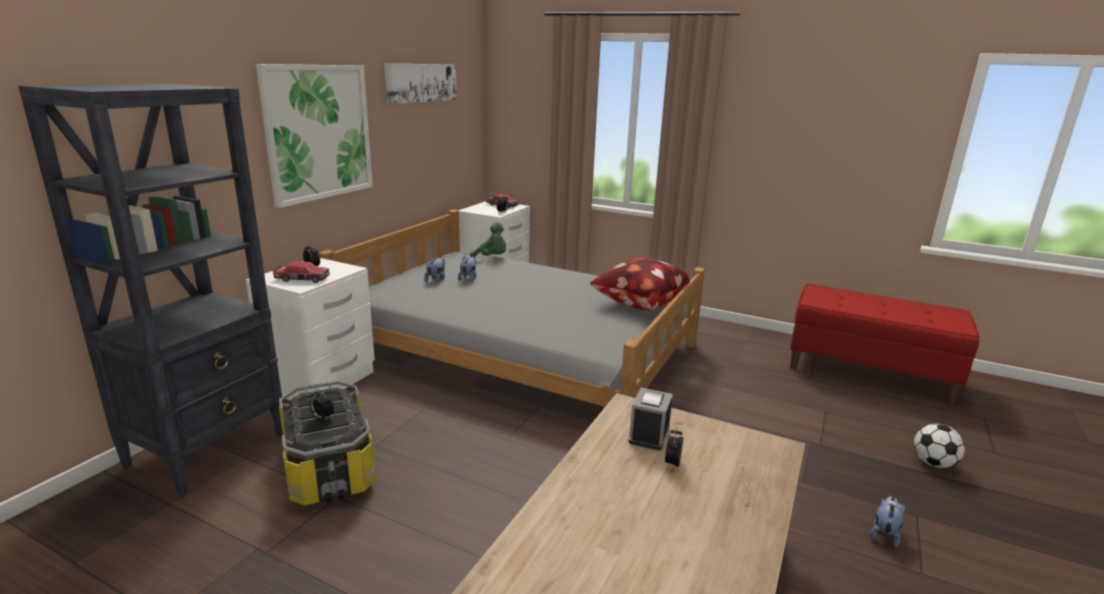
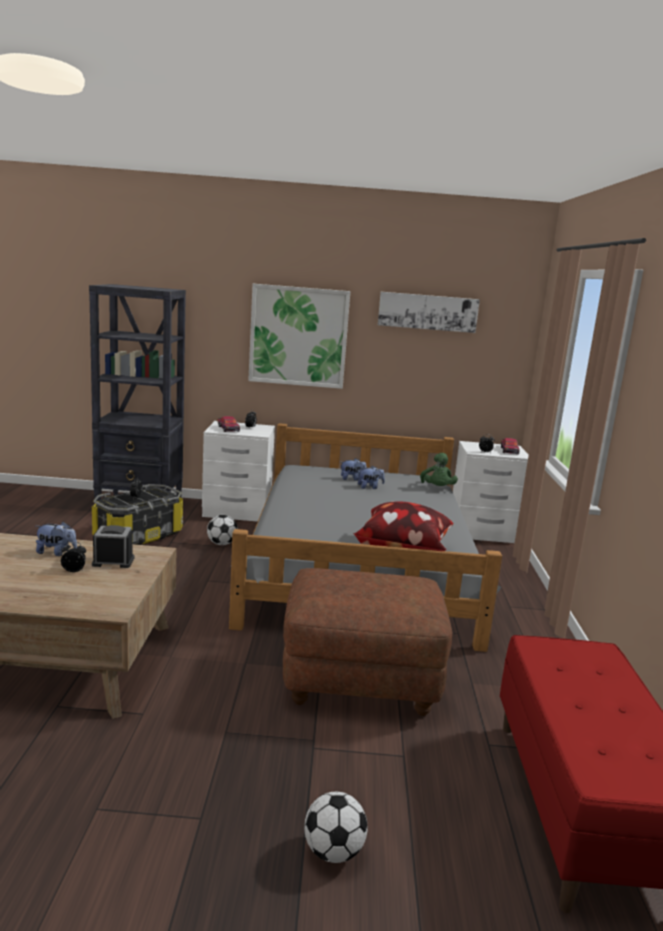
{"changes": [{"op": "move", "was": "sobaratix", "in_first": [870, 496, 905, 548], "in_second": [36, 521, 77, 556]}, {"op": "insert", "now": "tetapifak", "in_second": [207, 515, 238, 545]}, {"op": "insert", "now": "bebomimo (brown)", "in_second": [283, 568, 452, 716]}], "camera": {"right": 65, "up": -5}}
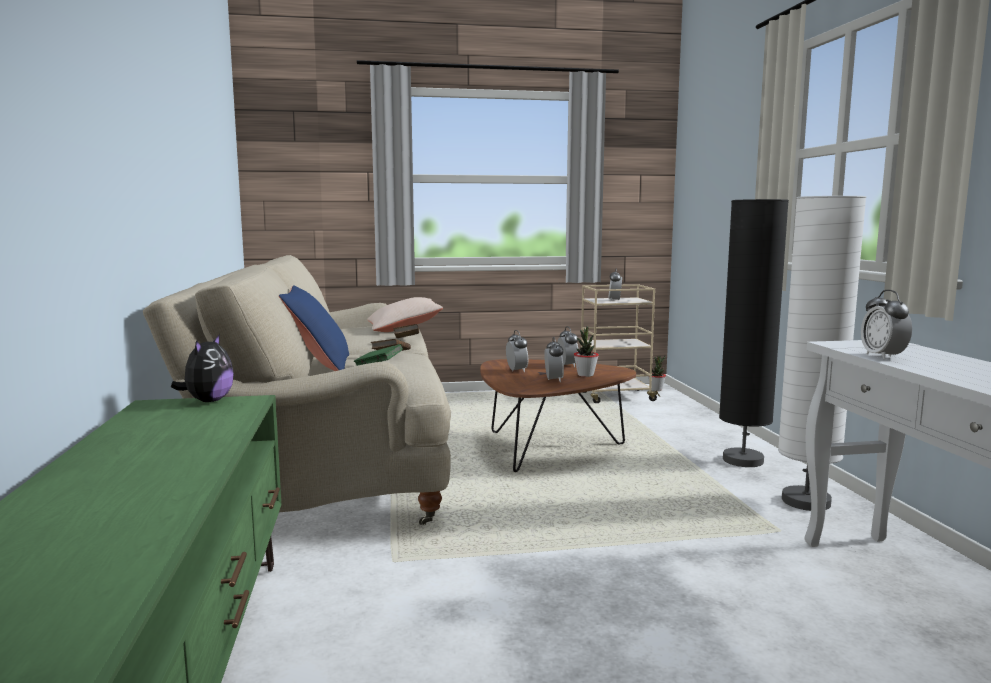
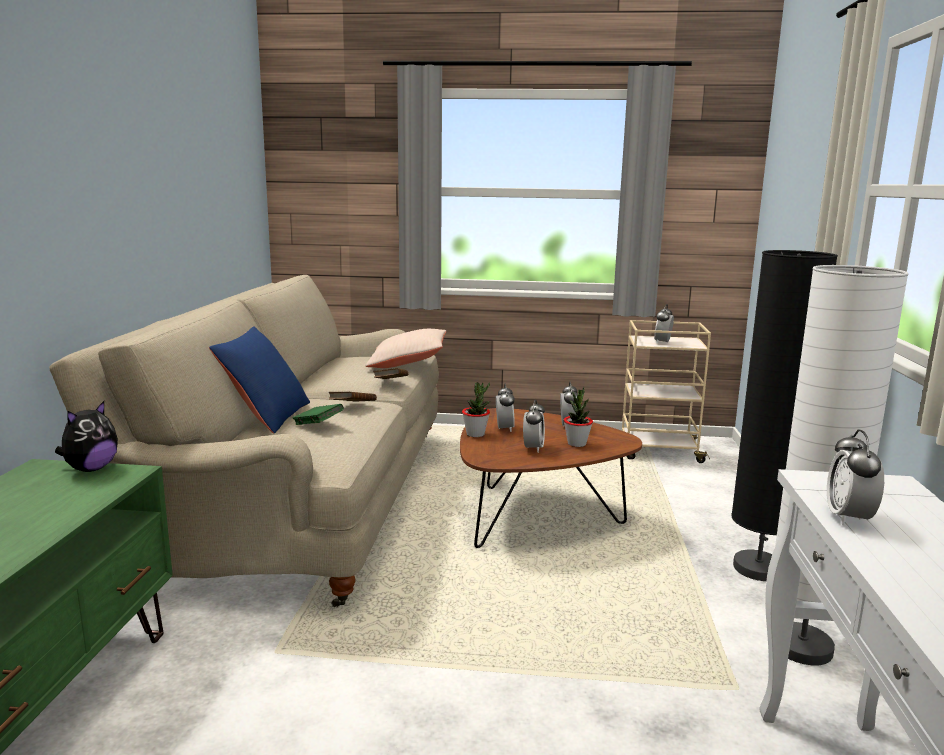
{"changes": [{"op": "move", "was": "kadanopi", "in_first": [648, 356, 666, 391], "in_second": [462, 382, 490, 437]}], "camera": {"right": 15, "up": 5}}
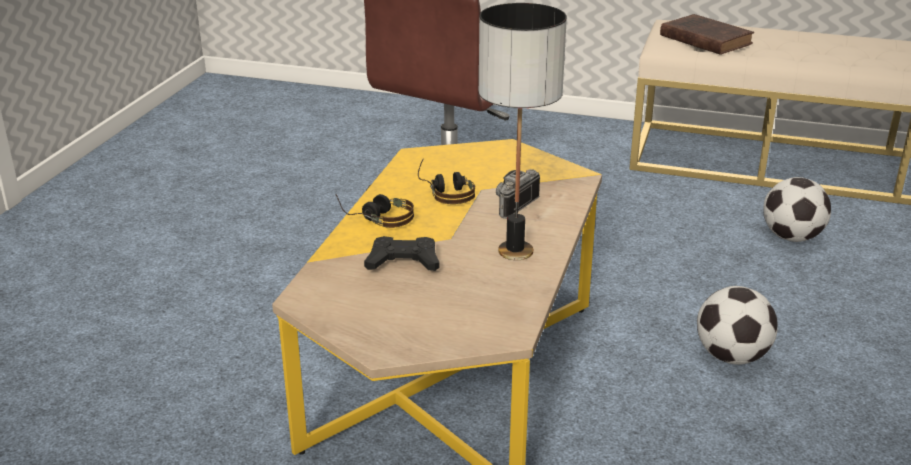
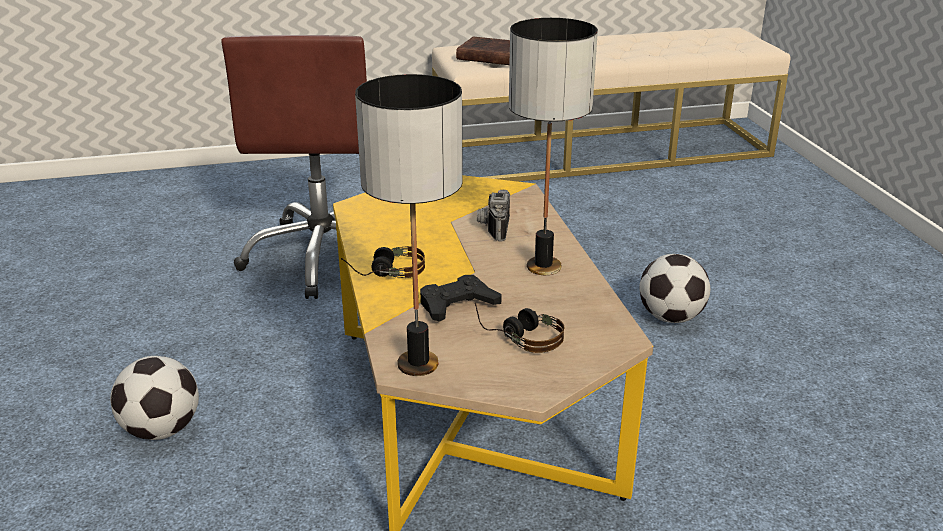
{"changes": [{"op": "move", "was": "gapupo", "in_first": [418, 158, 475, 204], "in_second": [475, 303, 564, 353]}, {"op": "move", "was": "tetapifak", "in_first": [763, 177, 831, 242], "in_second": [110, 356, 199, 440]}, {"op": "insert", "now": "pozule", "in_second": [355, 74, 463, 376]}], "camera": {"right": -30, "up": 0}}
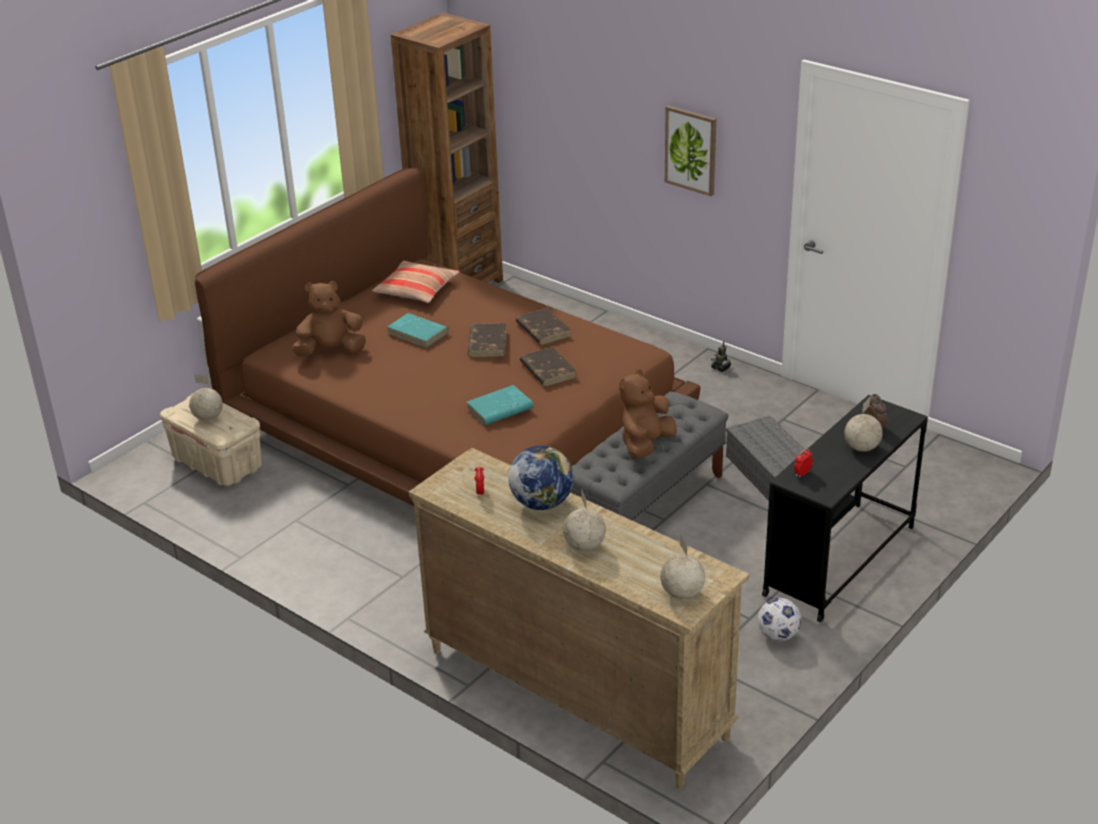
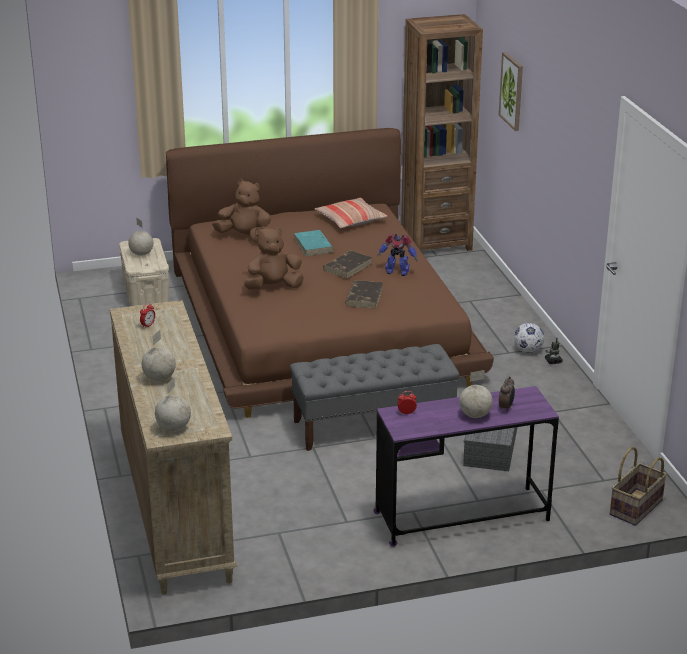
{"changes": [{"op": "delete", "was": "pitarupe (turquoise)", "in_first": [467, 385, 533, 425]}, {"op": "delete", "was": "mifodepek", "in_first": [508, 446, 574, 510]}, {"op": "replace", "was": "pitarupe (brown)", "now": "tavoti", "in_first": [516, 308, 571, 345], "in_second": [377, 234, 418, 276]}, {"op": "move", "was": "sobaratix (brown)", "in_first": [620, 369, 677, 459], "in_second": [244, 227, 304, 290]}, {"op": "move", "was": "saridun", "in_first": [665, 105, 716, 196], "in_second": [499, 52, 523, 131]}, {"op": "move", "was": "tetapifak", "in_first": [758, 598, 801, 641], "in_second": [514, 323, 544, 353]}, {"op": "recolor", "was": "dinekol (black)", "now": "dinekol (purple)", "in_first": [762, 395, 928, 622], "in_second": [373, 386, 559, 547]}, {"op": "insert", "now": "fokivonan", "in_second": [610, 447, 667, 526]}], "camera": {"right": 35, "up": -5}}
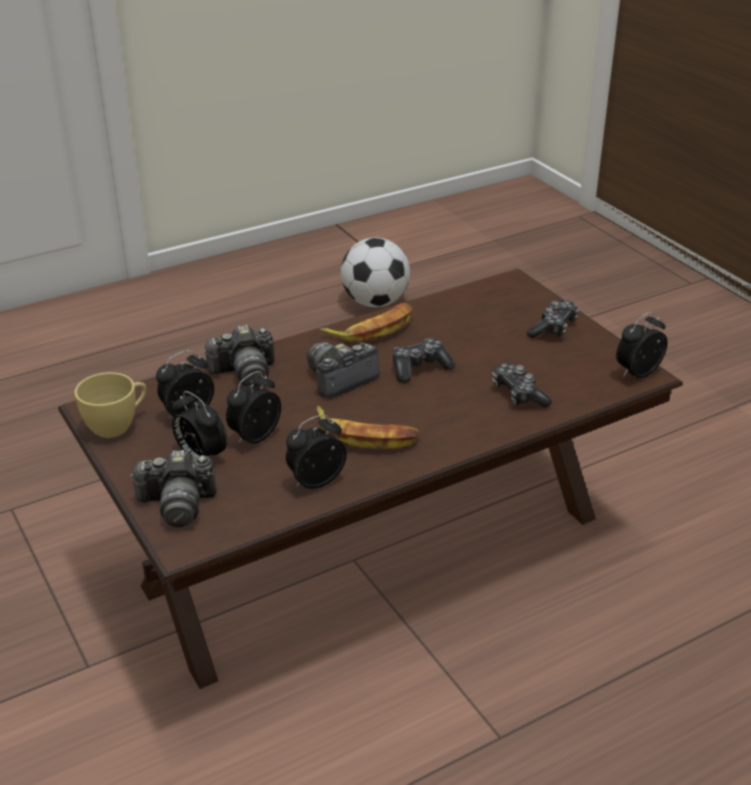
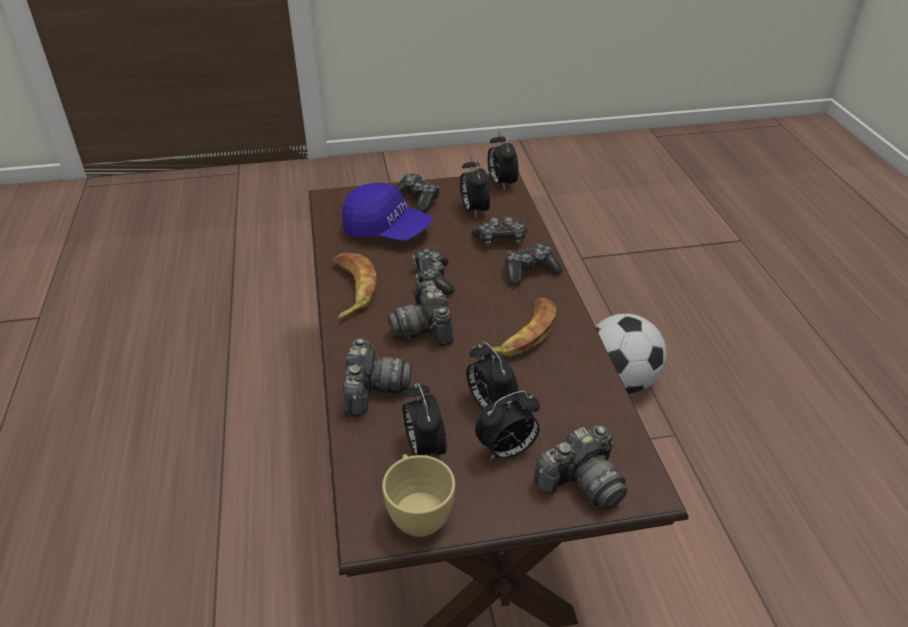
{"changes": [{"op": "rotate", "was": "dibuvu", "in_first": [130, 450, 217, 527], "in_second": [534, 425, 627, 510], "clockwise": 45}, {"op": "move", "was": "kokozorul", "in_first": [286, 415, 347, 489], "in_second": [460, 156, 490, 218]}, {"op": "move", "was": "tetapifak", "in_first": [341, 238, 410, 307], "in_second": [595, 314, 667, 394]}, {"op": "insert", "now": "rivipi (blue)", "in_second": [342, 183, 432, 241]}, {"op": "insert", "now": "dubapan", "in_second": [505, 244, 563, 286]}], "camera": {"right": -70, "up": 5}}
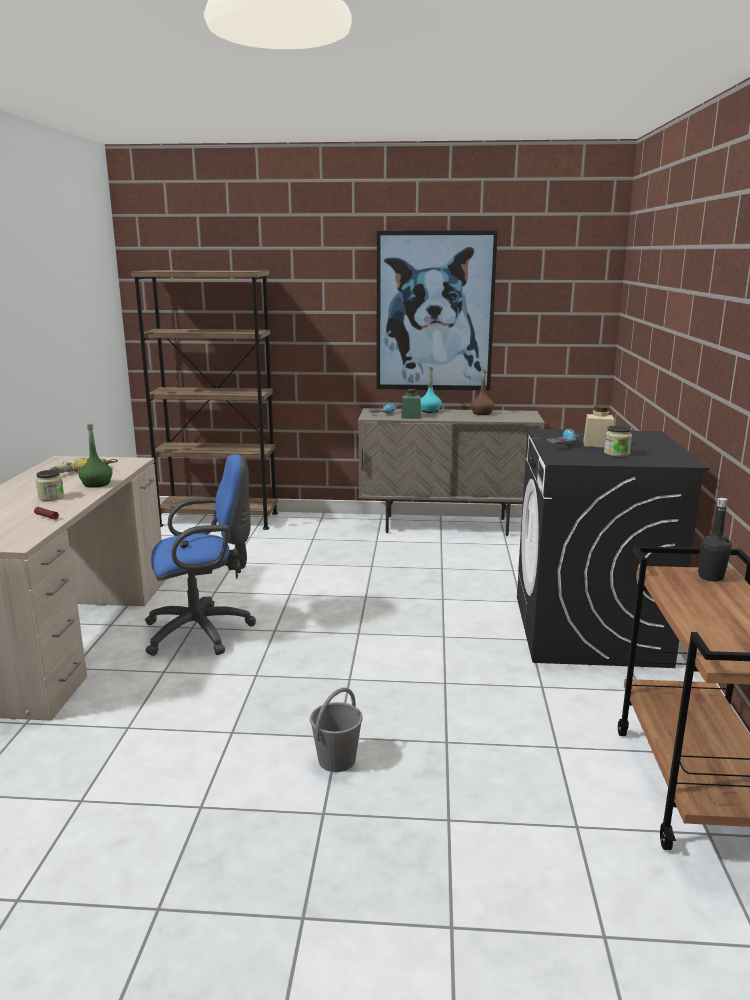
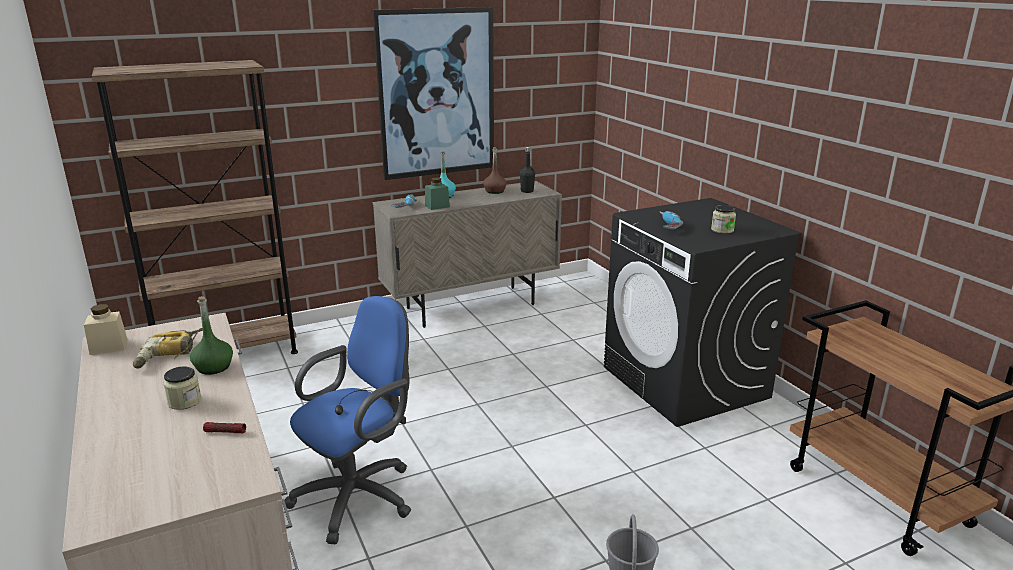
{"changes": [{"op": "move", "was": "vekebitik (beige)", "in_first": [583, 405, 615, 447], "in_second": [84, 304, 127, 355]}, {"op": "move", "was": "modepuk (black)", "in_first": [698, 498, 732, 581], "in_second": [520, 147, 535, 193]}], "camera": {"right": -30, "up": 5}}
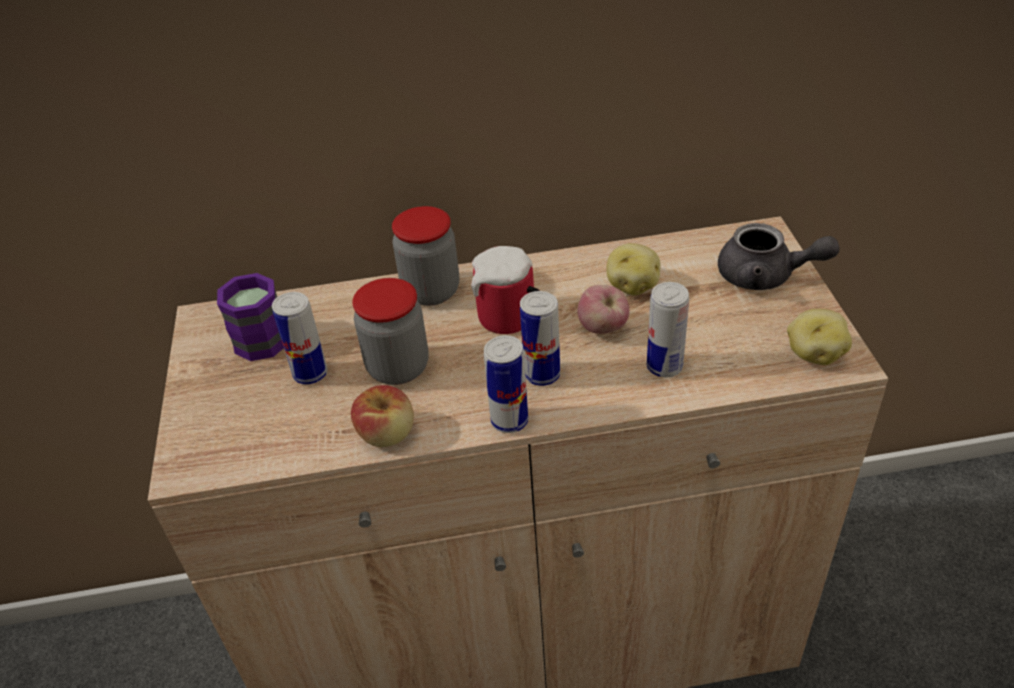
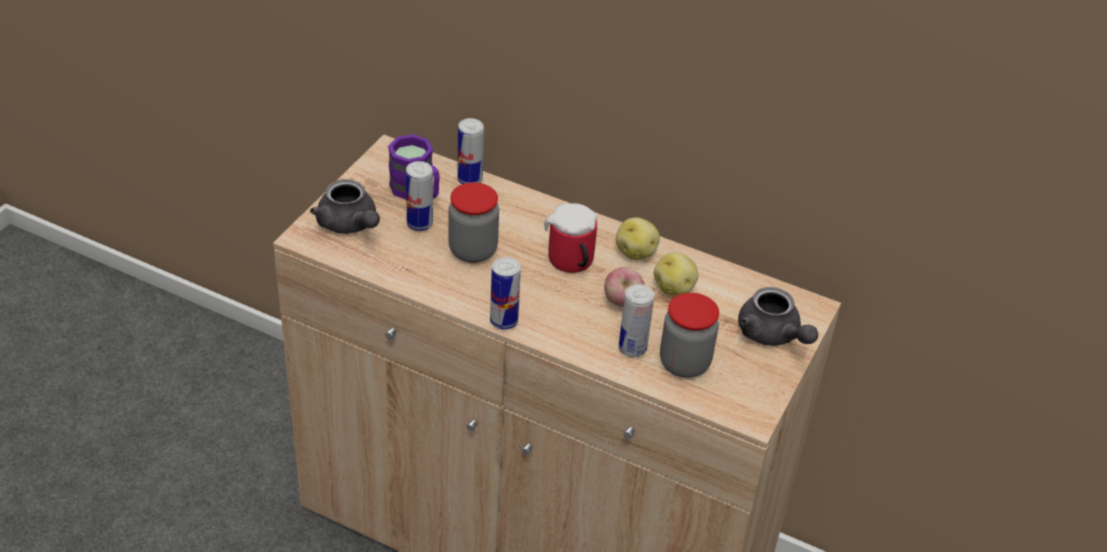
{"changes": [{"op": "delete", "was": "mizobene", "in_first": [351, 385, 414, 447]}, {"op": "move", "was": "vekebitik", "in_first": [392, 206, 459, 306], "in_second": [660, 293, 719, 378]}, {"op": "move", "was": "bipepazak", "in_first": [520, 291, 560, 386], "in_second": [457, 118, 484, 184]}, {"op": "move", "was": "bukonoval", "in_first": [787, 309, 852, 365], "in_second": [616, 218, 660, 260]}, {"op": "insert", "now": "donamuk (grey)", "in_second": [310, 179, 380, 234]}], "camera": {"right": 30, "up": 0}}
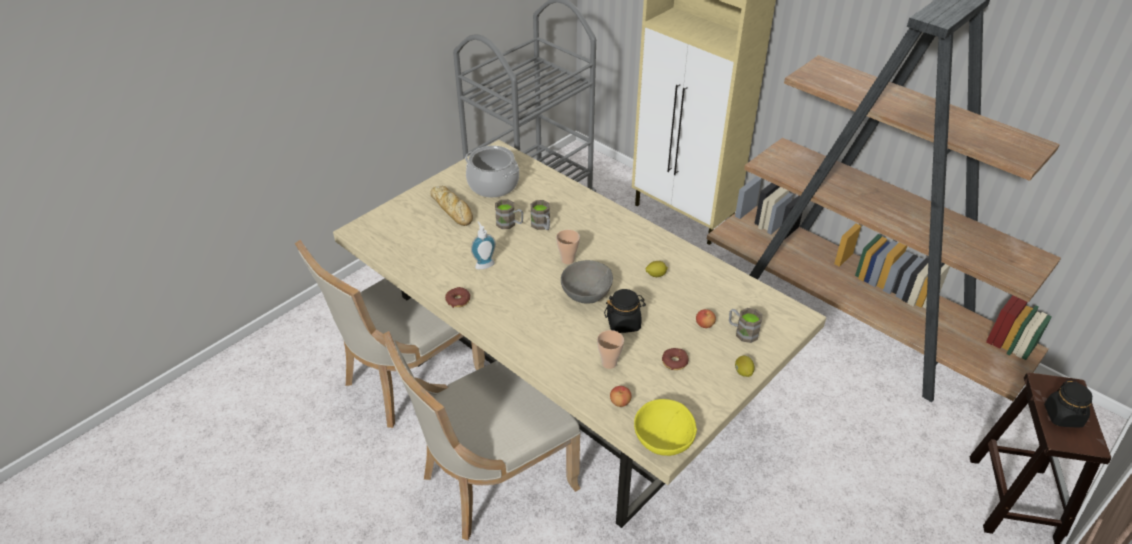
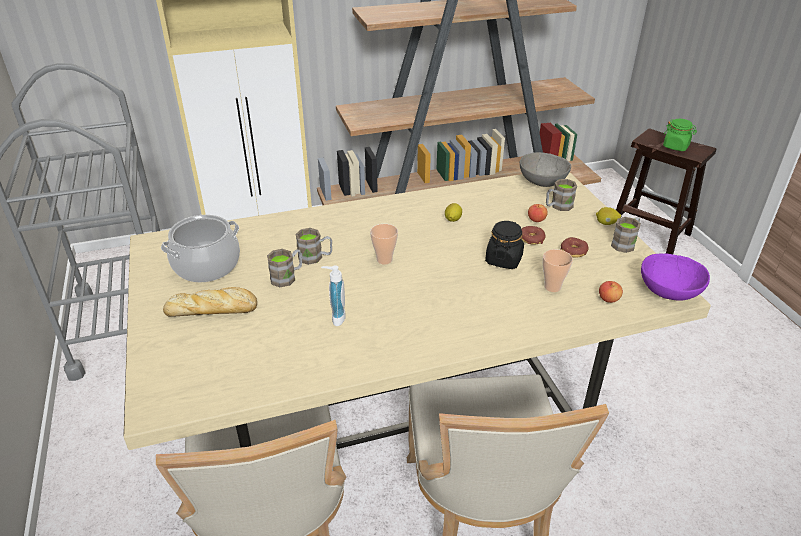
{"changes": [{"op": "move", "was": "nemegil", "in_first": [445, 287, 471, 308], "in_second": [521, 226, 546, 245]}, {"op": "move", "was": "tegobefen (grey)", "in_first": [561, 260, 613, 304], "in_second": [520, 152, 571, 187]}, {"op": "recolor", "was": "tegobefen (yellow)", "now": "tegobefen (purple)", "in_first": [634, 399, 697, 456], "in_second": [641, 254, 710, 301]}, {"op": "recolor", "was": "vekebitik (black)", "now": "vekebitik (green)", "in_first": [1044, 380, 1092, 427], "in_second": [663, 119, 697, 151]}, {"op": "insert", "now": "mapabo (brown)", "in_second": [611, 217, 641, 253]}], "camera": {"right": -60, "up": -5}}
